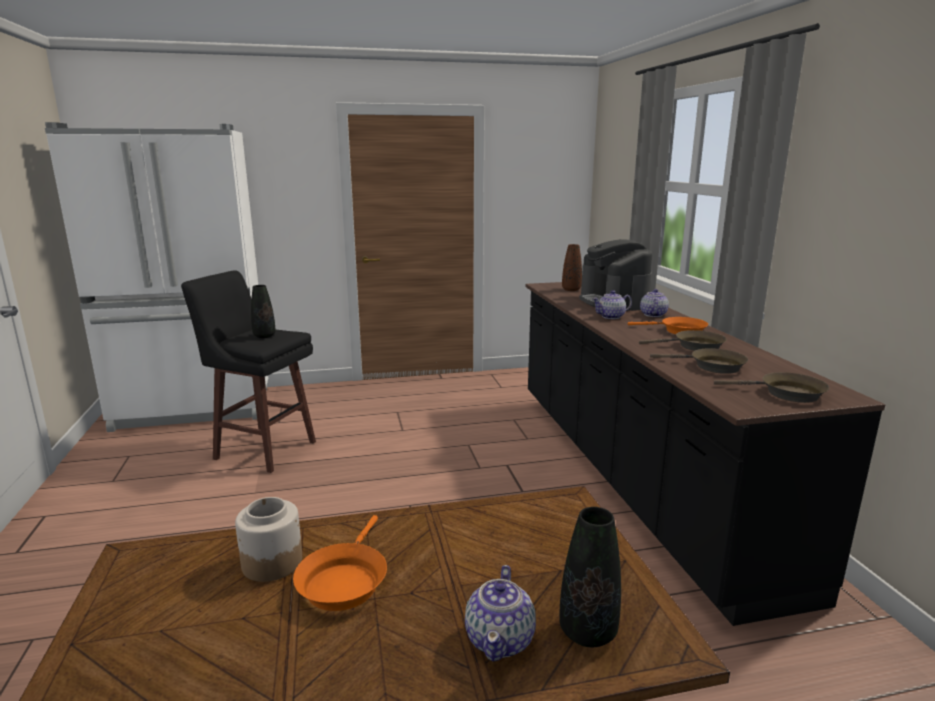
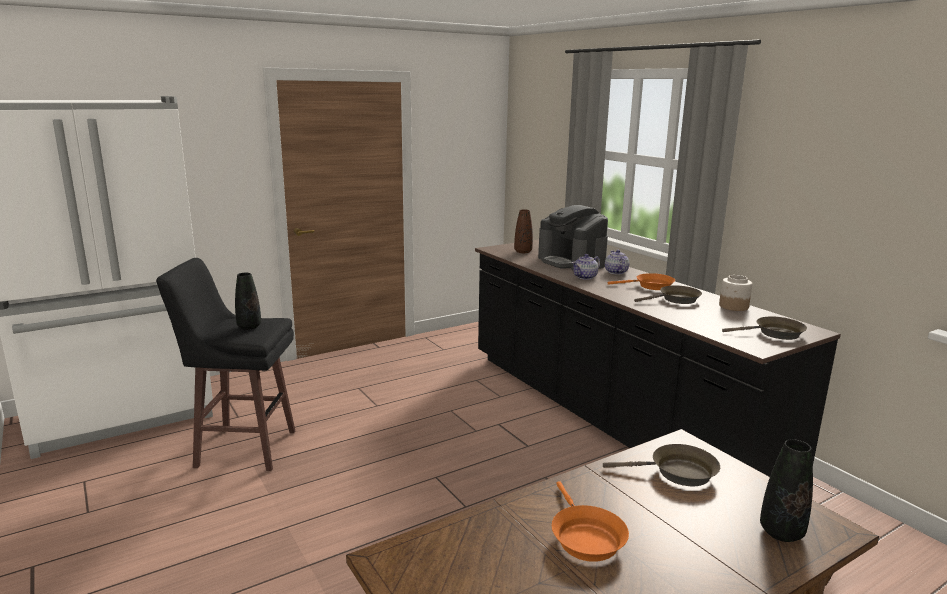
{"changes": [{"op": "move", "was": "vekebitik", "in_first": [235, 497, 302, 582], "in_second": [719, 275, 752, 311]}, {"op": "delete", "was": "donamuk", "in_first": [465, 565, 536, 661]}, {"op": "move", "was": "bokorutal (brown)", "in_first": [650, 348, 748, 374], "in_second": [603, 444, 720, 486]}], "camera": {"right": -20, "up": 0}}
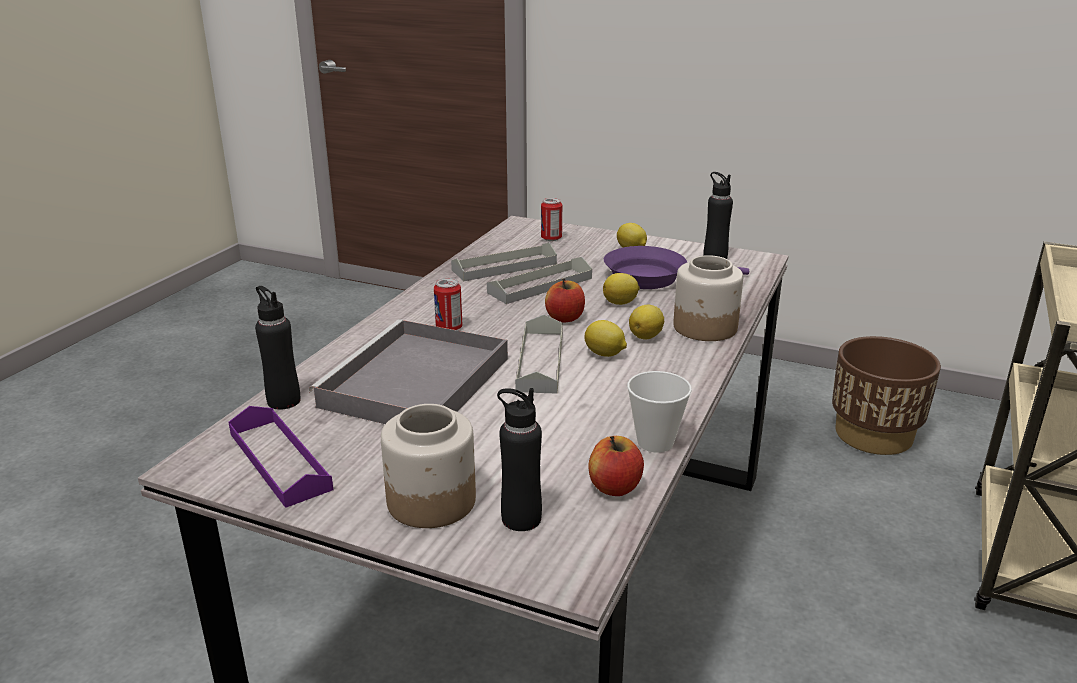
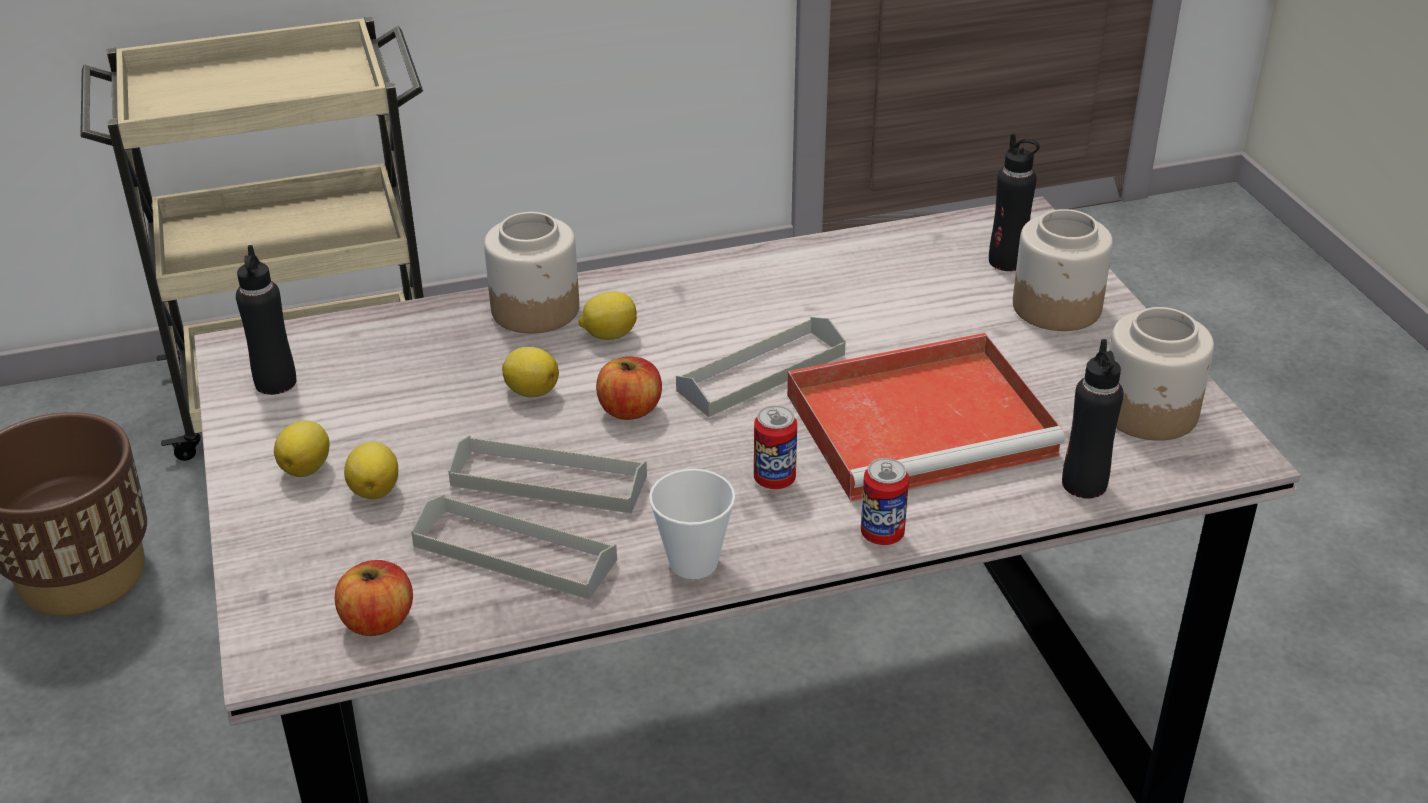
{"changes": [{"op": "replace", "was": "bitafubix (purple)", "now": "vekebitik", "in_first": [229, 406, 333, 508], "in_second": [1109, 307, 1214, 441]}, {"op": "recolor", "was": "bitafubix (grey)", "now": "bitafubix (red)", "in_first": [309, 319, 508, 424], "in_second": [787, 333, 1065, 501]}, {"op": "move", "was": "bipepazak", "in_first": [541, 198, 562, 241], "in_second": [861, 458, 909, 545]}, {"op": "move", "was": "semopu", "in_first": [584, 320, 627, 357], "in_second": [344, 442, 398, 499]}, {"op": "move", "was": "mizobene", "in_first": [588, 436, 644, 496], "in_second": [335, 560, 413, 636]}, {"op": "delete", "was": "bokorutal (purple)", "in_first": [604, 246, 749, 289]}, {"op": "move", "was": "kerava", "in_first": [627, 371, 692, 453], "in_second": [649, 469, 736, 579]}], "camera": {"right": -130, "up": 10}}
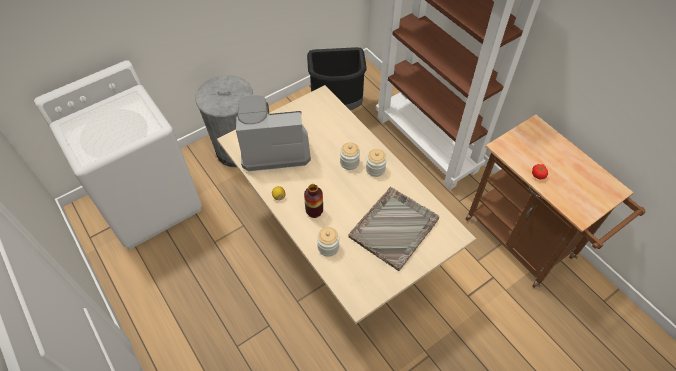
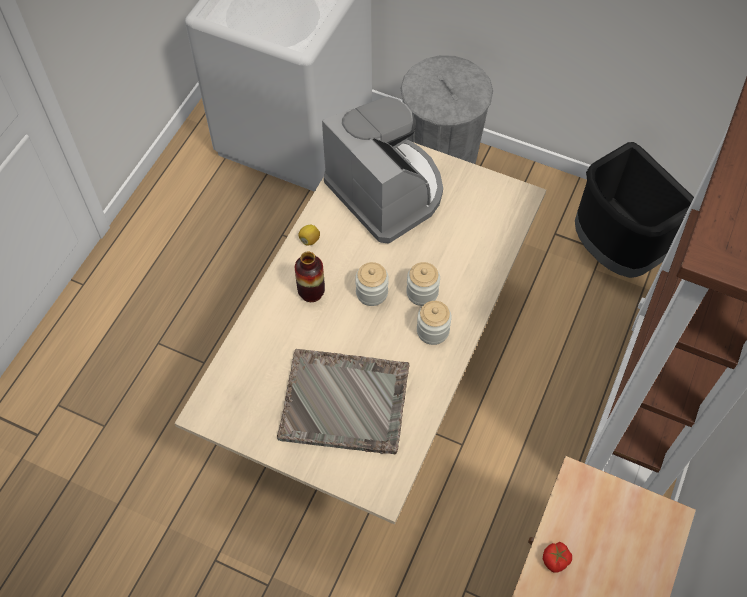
{"changes": [{"op": "move", "was": "vekebitik", "in_first": [317, 227, 339, 257], "in_second": [355, 262, 389, 306]}], "camera": {"right": 60, "up": 5}}
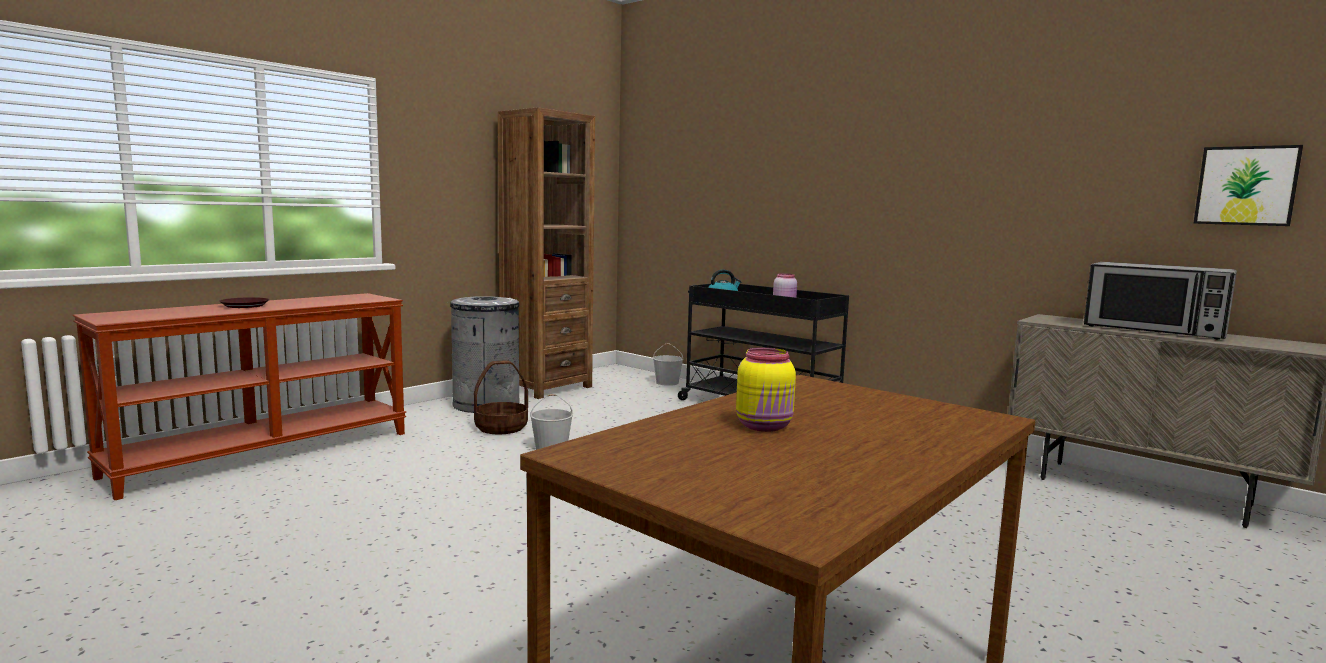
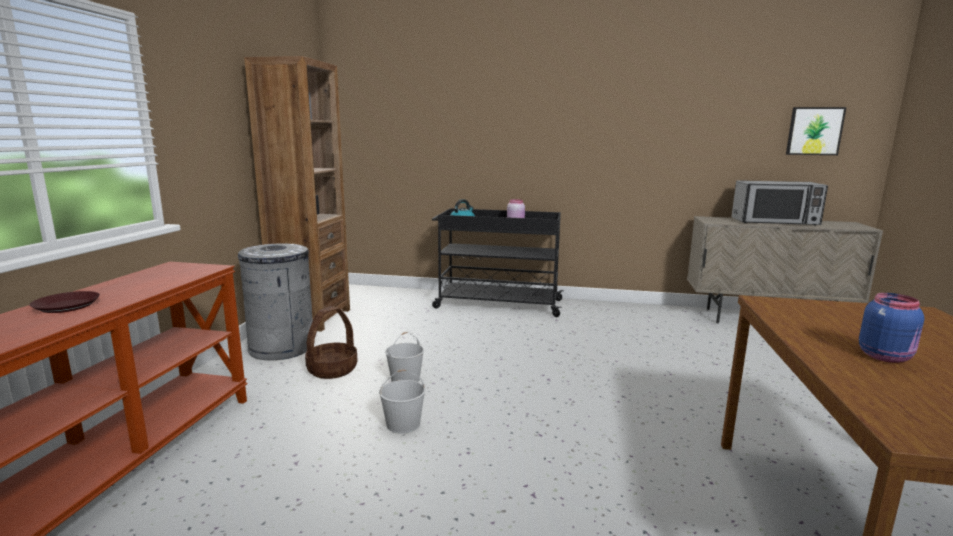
{"changes": [{"op": "move", "was": "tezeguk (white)", "in_first": [653, 344, 683, 386], "in_second": [379, 369, 425, 434]}, {"op": "recolor", "was": "vekebitik (yellow)", "now": "vekebitik (blue)", "in_first": [736, 347, 796, 432], "in_second": [859, 293, 924, 363]}], "camera": {"right": -30, "up": 5}}
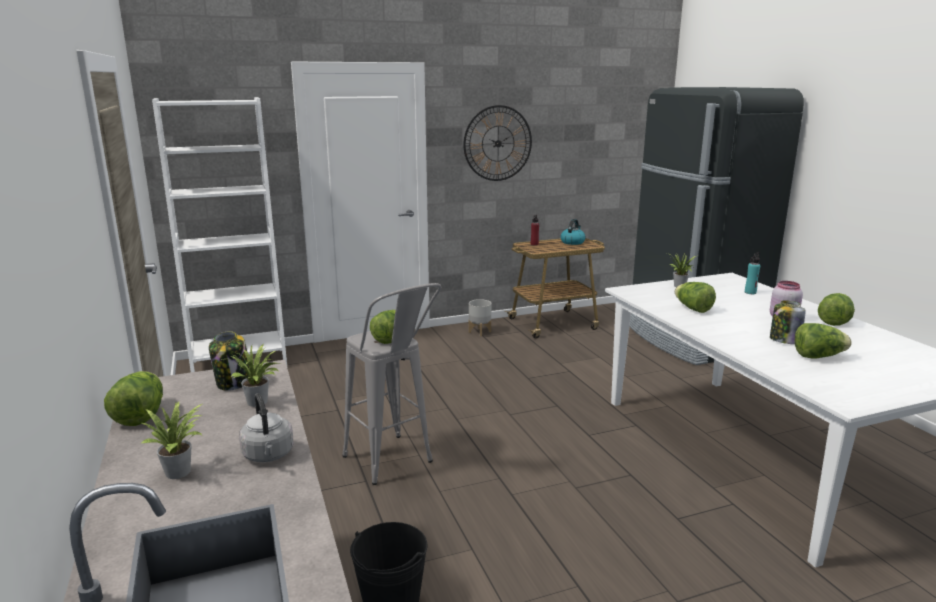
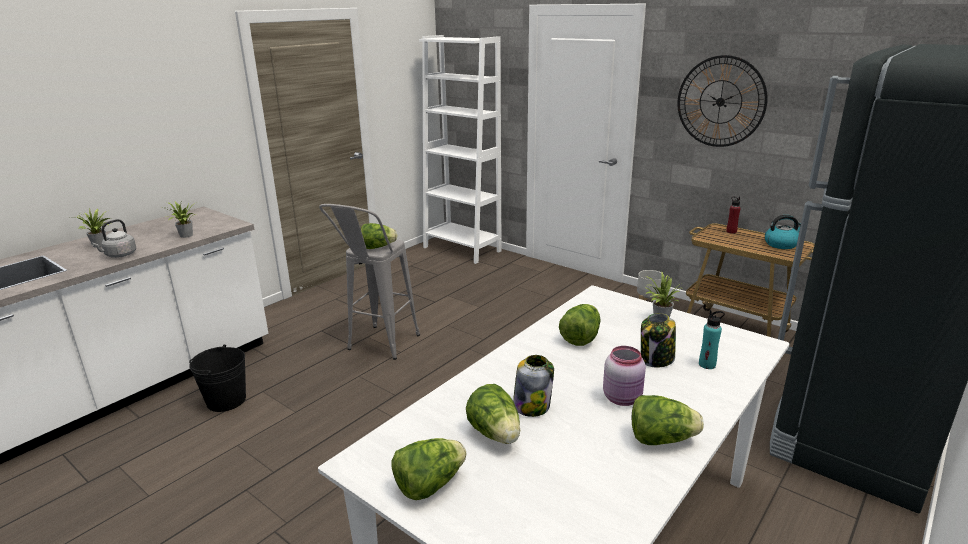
{"changes": [{"op": "move", "was": "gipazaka", "in_first": [104, 371, 163, 426], "in_second": [391, 438, 466, 500]}, {"op": "move", "was": "vekebitik", "in_first": [209, 331, 250, 391], "in_second": [641, 313, 676, 368]}], "camera": {"right": 60, "up": 5}}
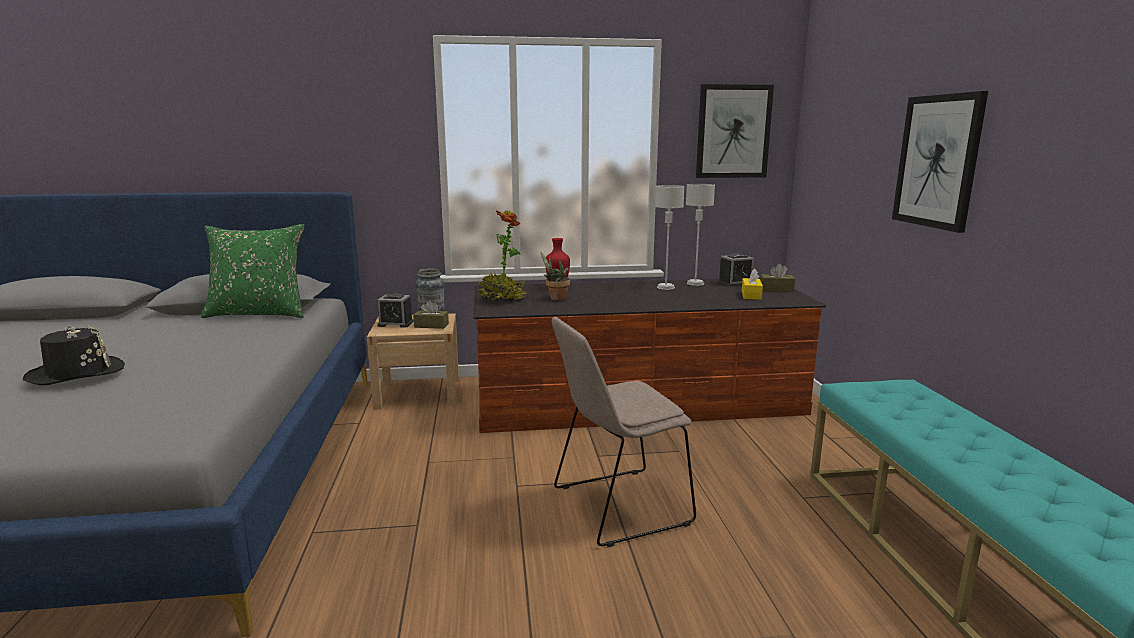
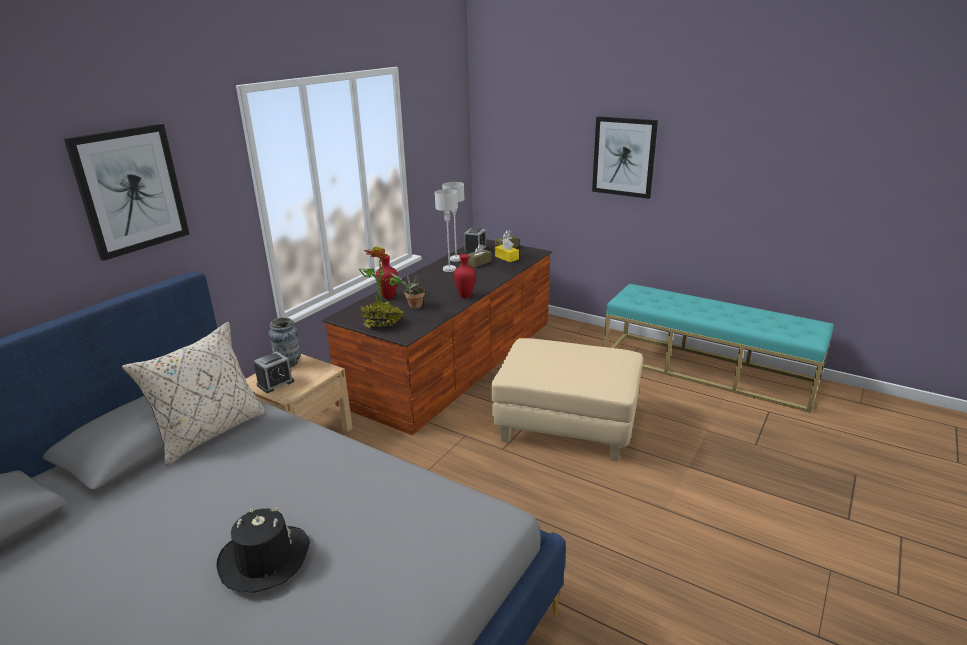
{"changes": [{"op": "recolor", "was": "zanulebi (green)", "now": "zanulebi (beige)", "in_first": [201, 224, 305, 318], "in_second": [122, 322, 267, 466]}, {"op": "move", "was": "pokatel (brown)", "in_first": [413, 301, 449, 329], "in_second": [468, 244, 492, 267]}, {"op": "replace", "was": "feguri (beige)", "now": "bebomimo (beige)", "in_first": [552, 317, 696, 547], "in_second": [491, 338, 643, 462]}, {"op": "move", "was": "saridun", "in_first": [696, 84, 774, 178], "in_second": [64, 124, 189, 261]}, {"op": "insert", "now": "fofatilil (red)", "in_second": [454, 254, 476, 298]}], "camera": {"right": -50, "up": 10}}
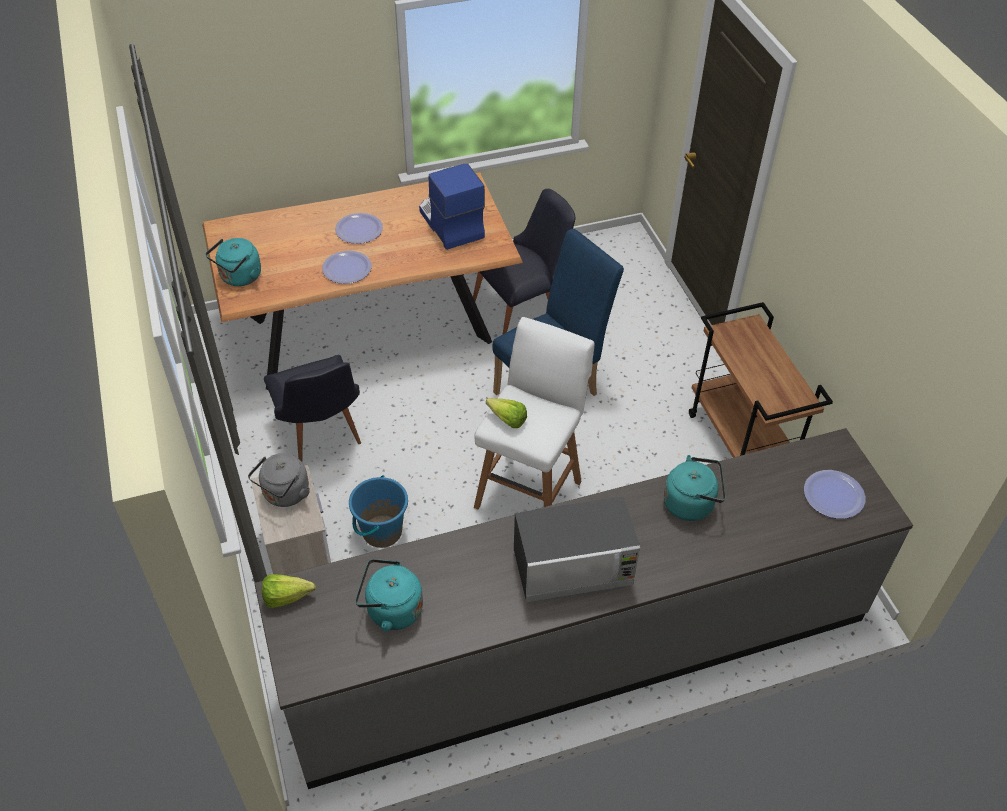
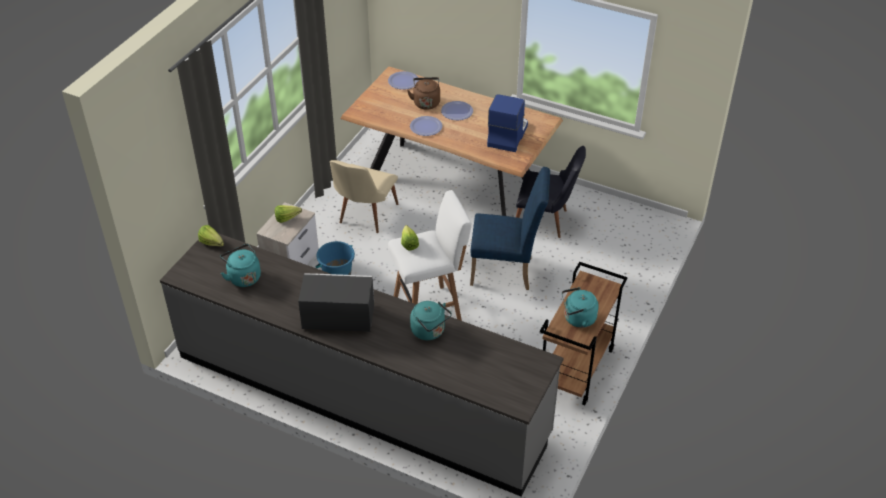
{"changes": [{"op": "move", "was": "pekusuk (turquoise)", "in_first": [205, 238, 261, 286], "in_second": [562, 287, 599, 328]}, {"op": "replace", "was": "pekusuk (grey)", "now": "gipazaka", "in_first": [248, 453, 310, 507], "in_second": [275, 205, 302, 223]}, {"op": "recolor", "was": "feguri (black)", "now": "feguri (beige)", "in_first": [264, 355, 361, 461], "in_second": [330, 160, 399, 233]}, {"op": "rotate", "was": "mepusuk", "in_first": [514, 496, 640, 603], "in_second": [298, 273, 374, 332], "clockwise": 150}, {"op": "move", "was": "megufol", "in_first": [804, 470, 865, 519], "in_second": [388, 71, 419, 90]}, {"op": "insert", "now": "pekusuk (brown)", "in_second": [407, 77, 440, 110]}], "camera": {"right": 45, "up": -5}}
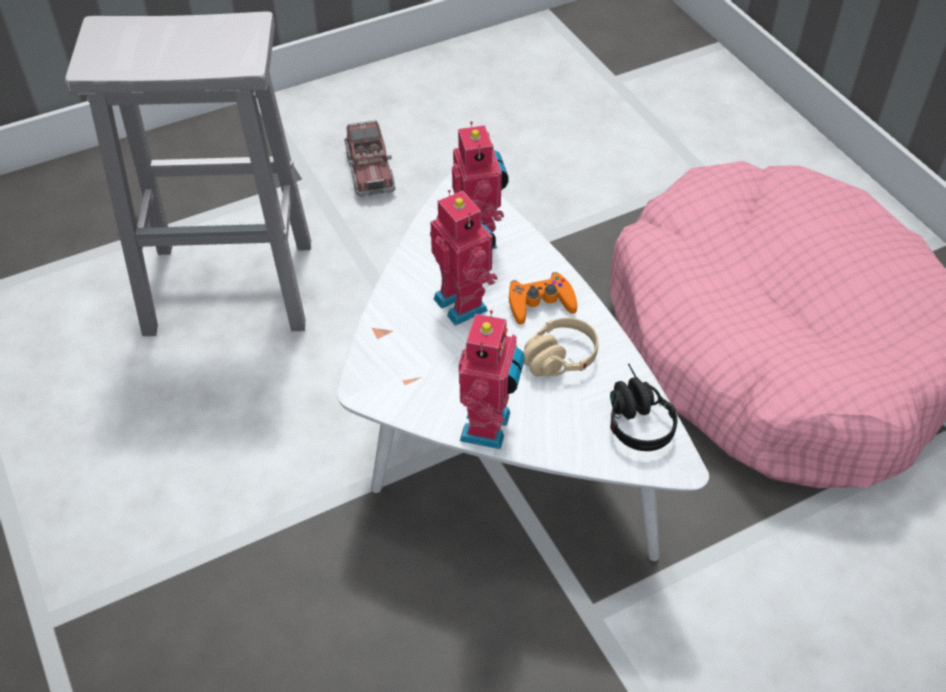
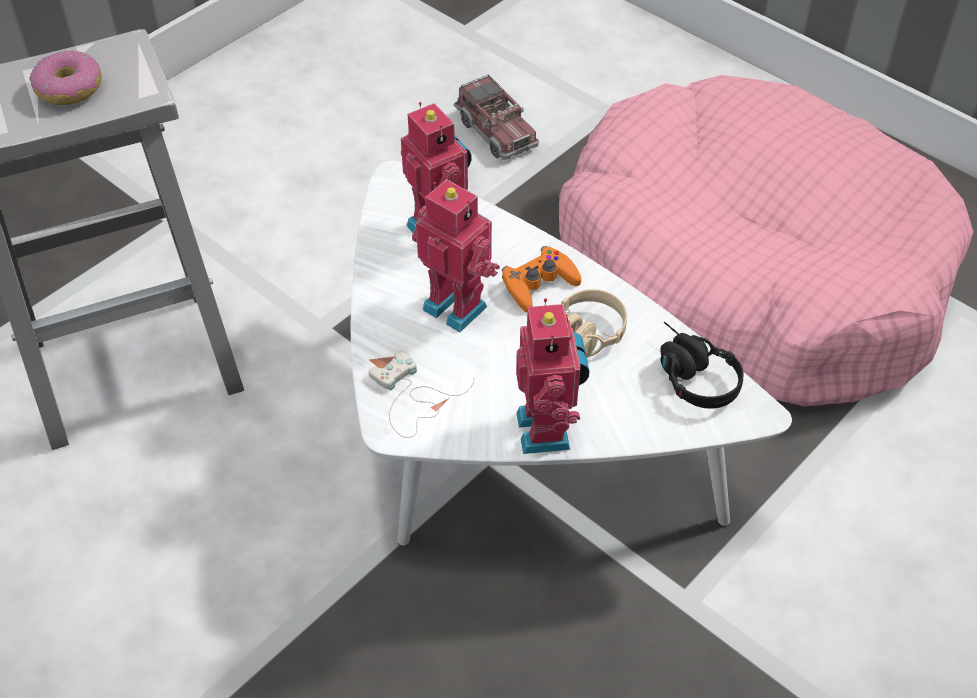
{"changes": [{"op": "move", "was": "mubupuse", "in_first": [344, 120, 395, 197], "in_second": [454, 74, 539, 160]}, {"op": "insert", "now": "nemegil", "in_second": [30, 50, 102, 105]}, {"op": "insert", "now": "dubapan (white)", "in_second": [368, 350, 475, 438]}], "camera": {"right": -20, "up": 0}}
